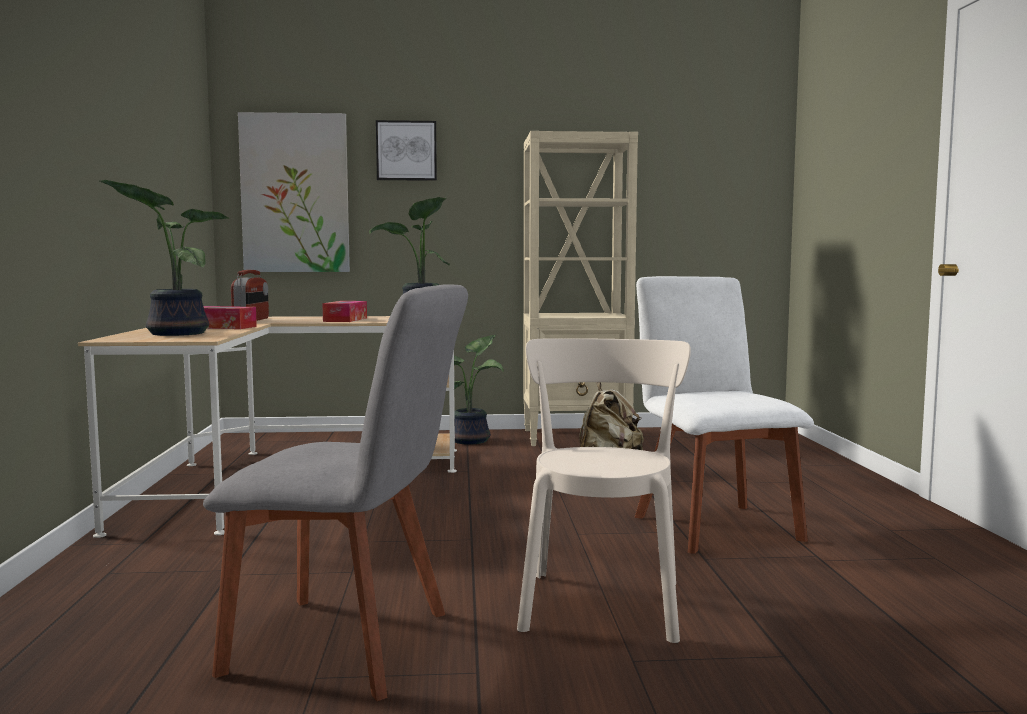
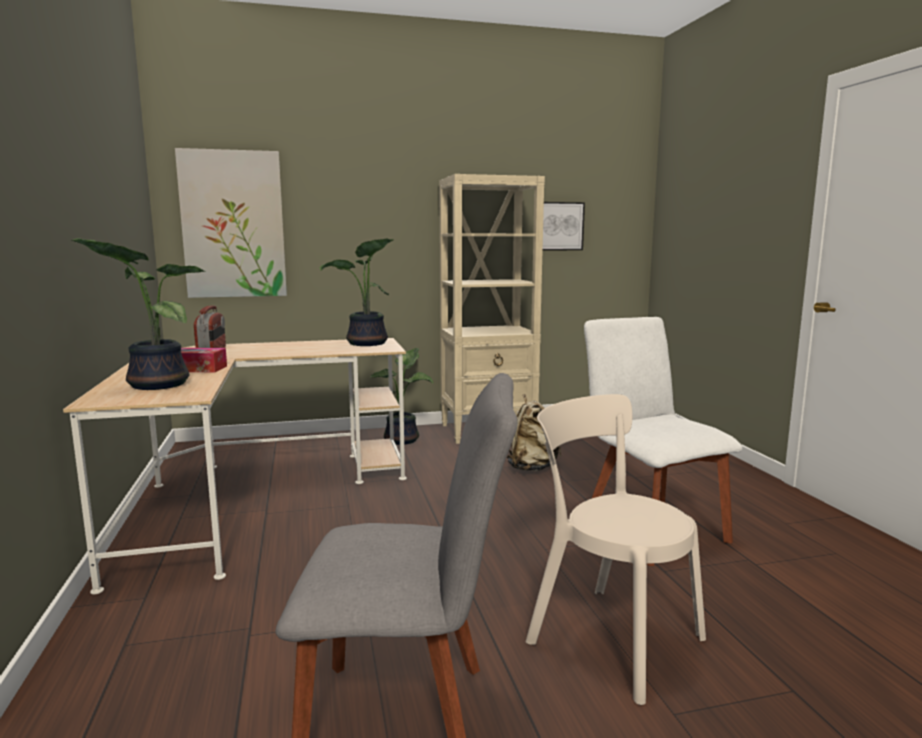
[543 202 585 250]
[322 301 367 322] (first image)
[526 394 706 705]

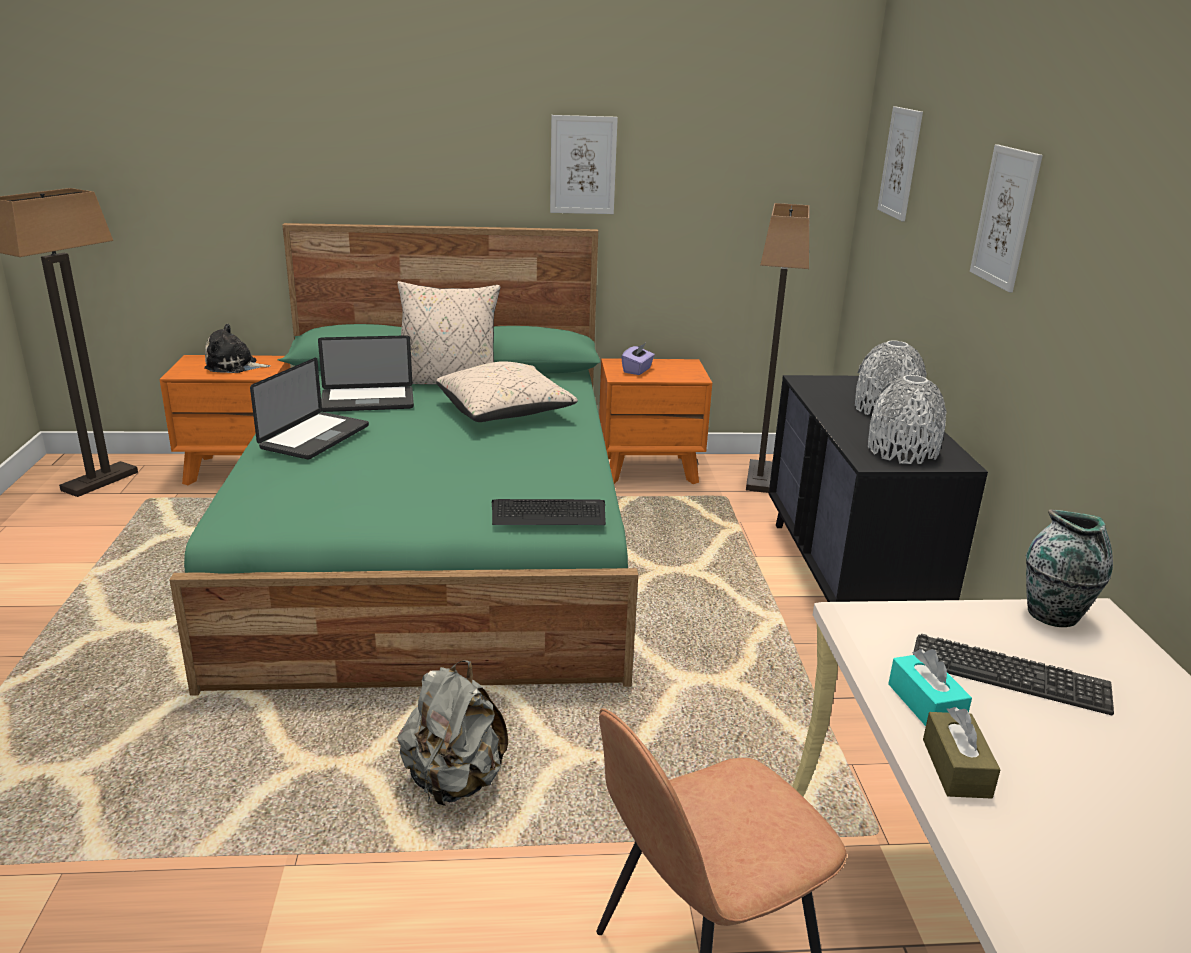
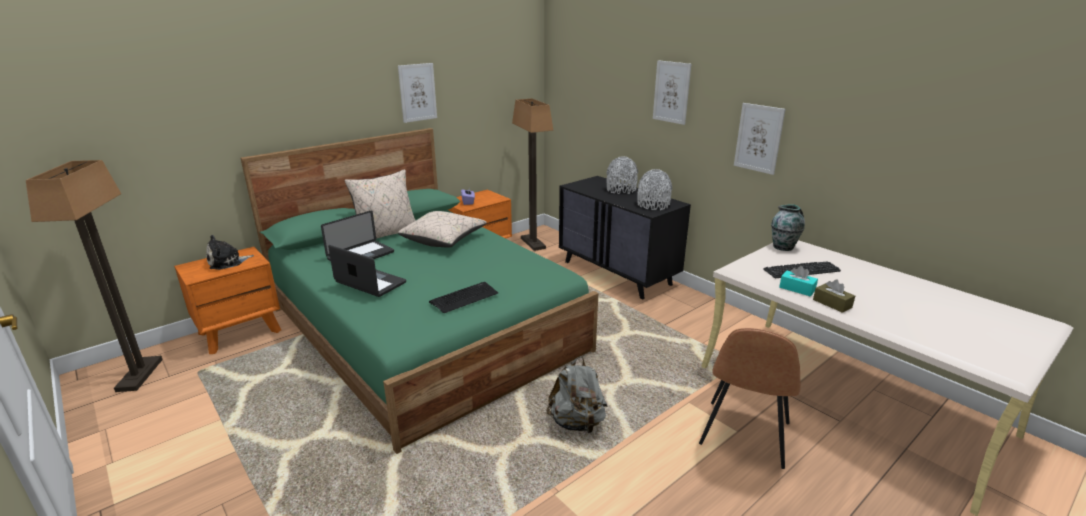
[734 103 786 175]
[328 245 406 297]
[429 282 498 313]

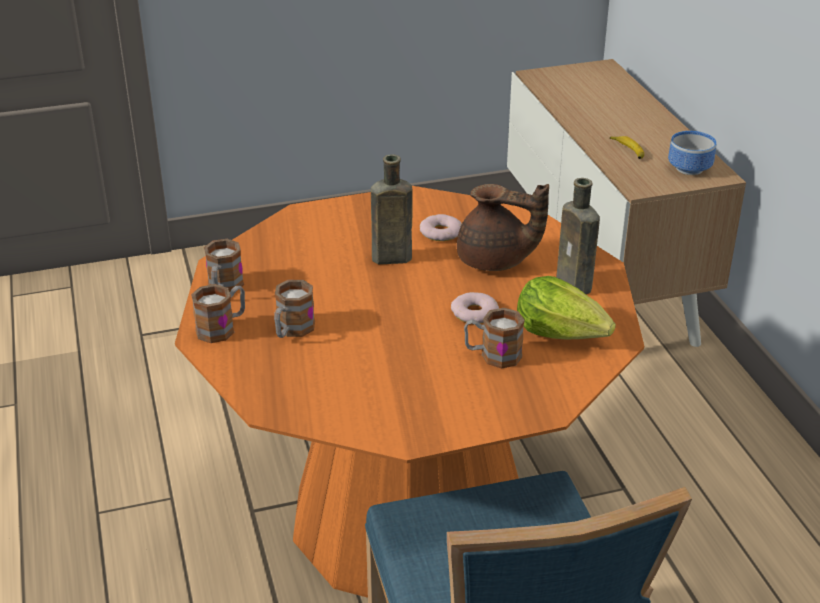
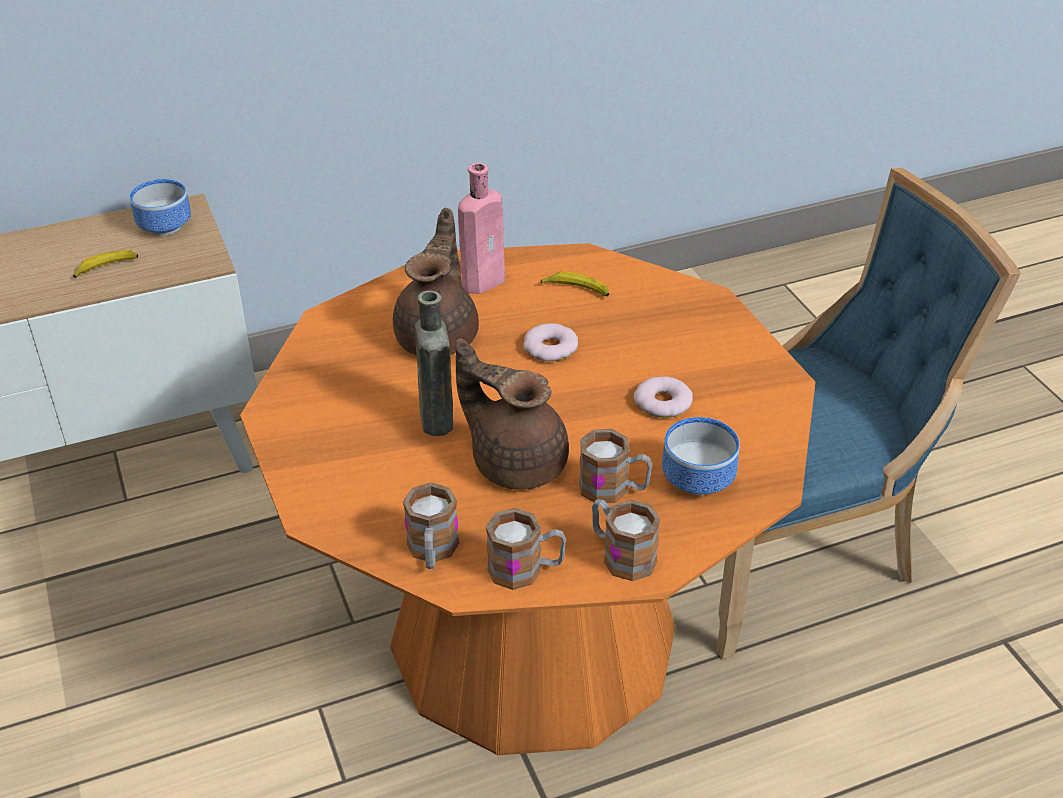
[458 163 505 294]
[634 376 693 418]
[541 271 609 297]
[403 482 459 569]
[455 338 569 490]
[662 417 740 495]

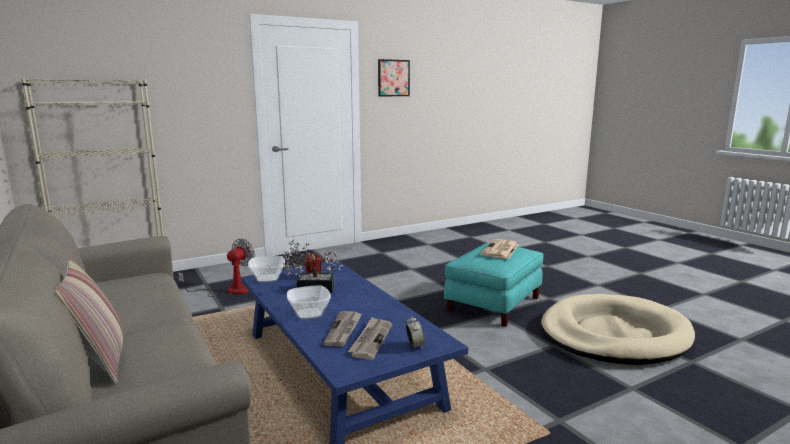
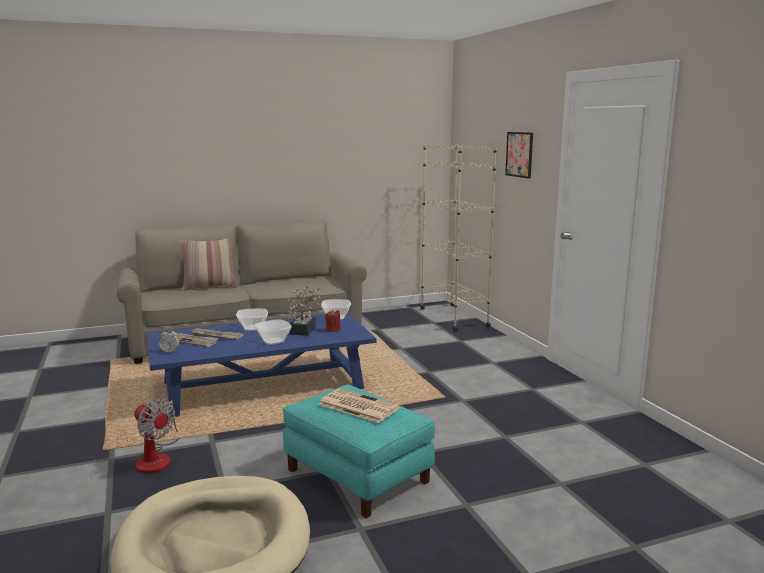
[505 132 533 179]
[135 398 179 474]
[255 319 291 345]

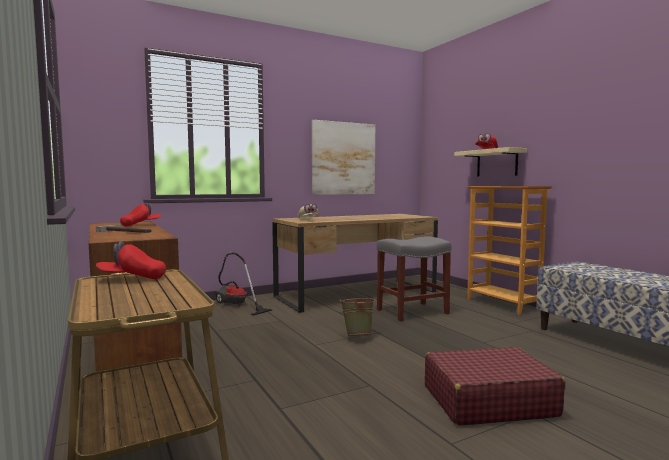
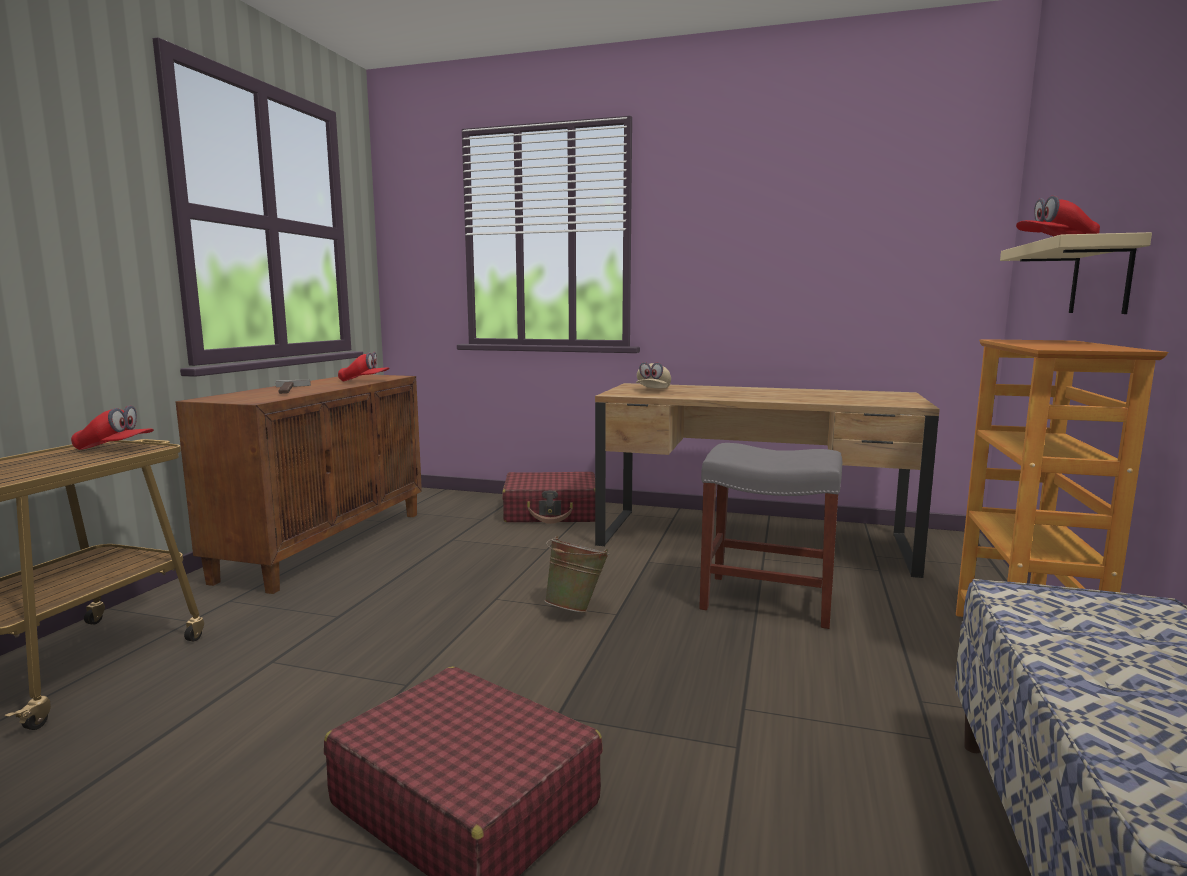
[312 120 375 195] (first image)
[71 405 154 450]
[502 472 595 524]

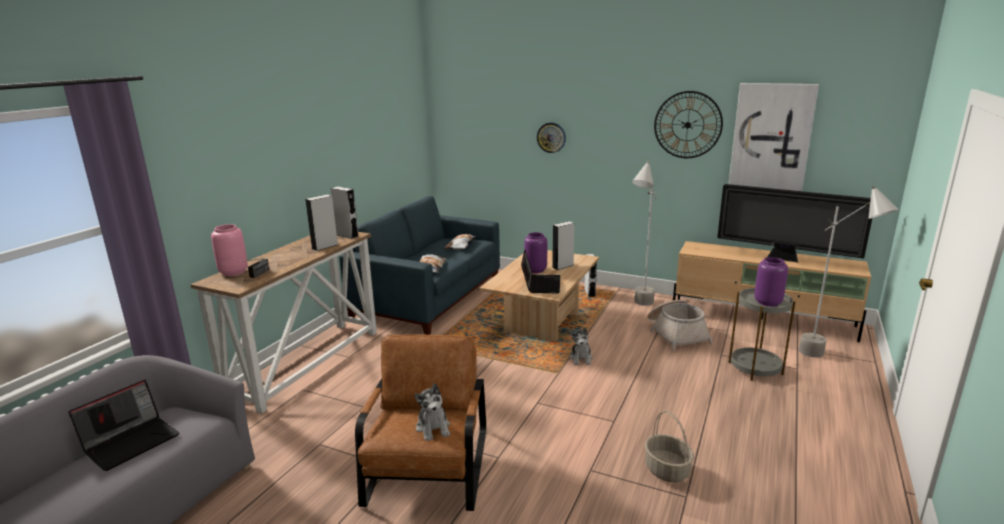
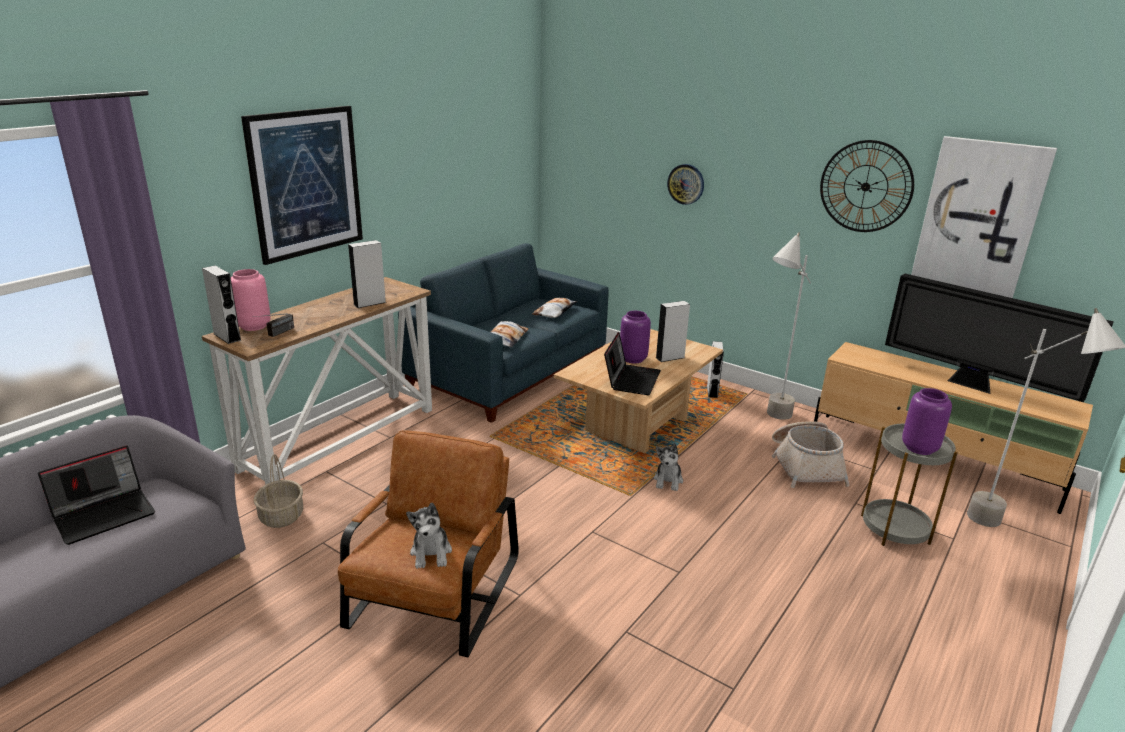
[202 266 241 344]
[254 454 303 528]
[241 106 363 265]

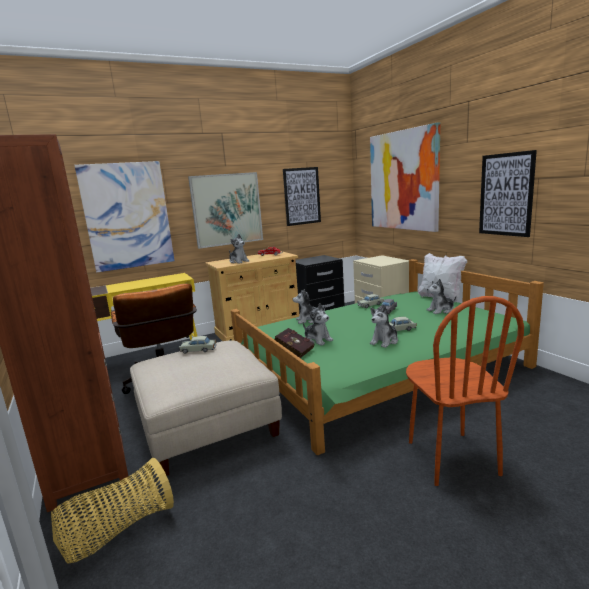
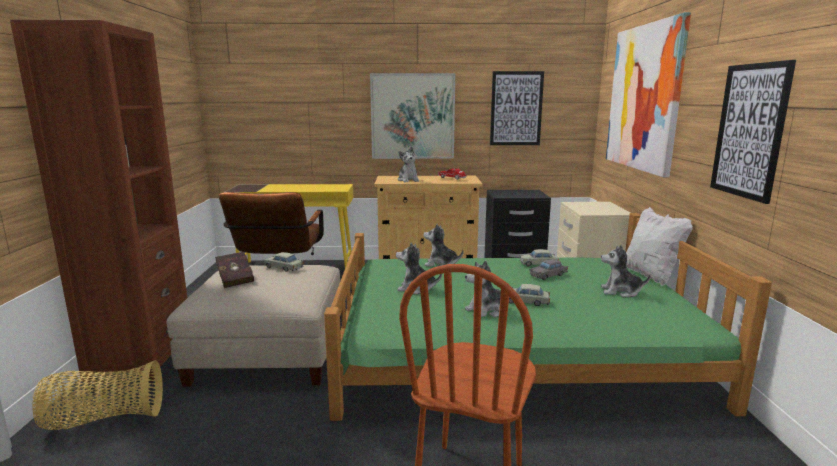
[74 161 175 272] (first image)
[396 242 442 294]
[215 252 254 288]

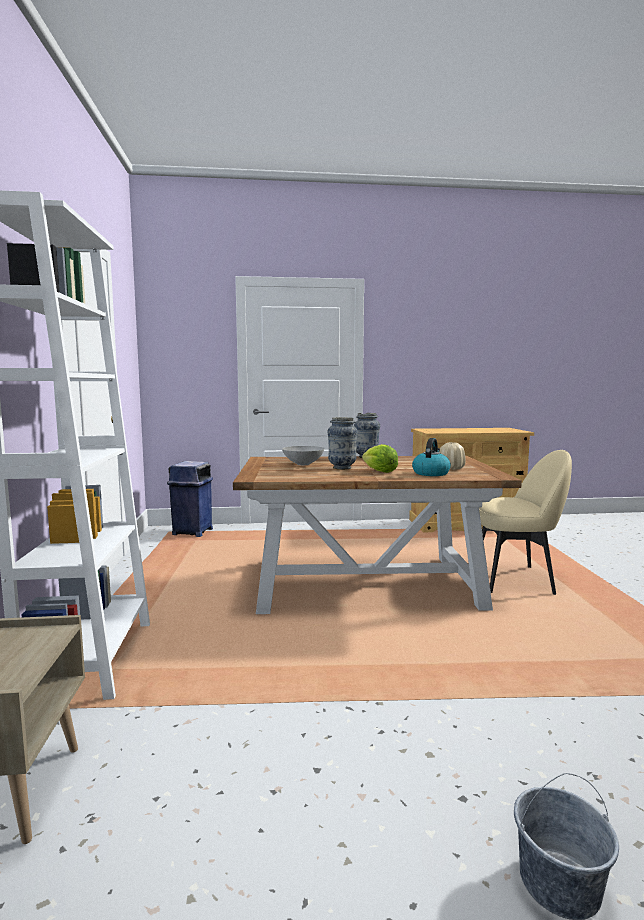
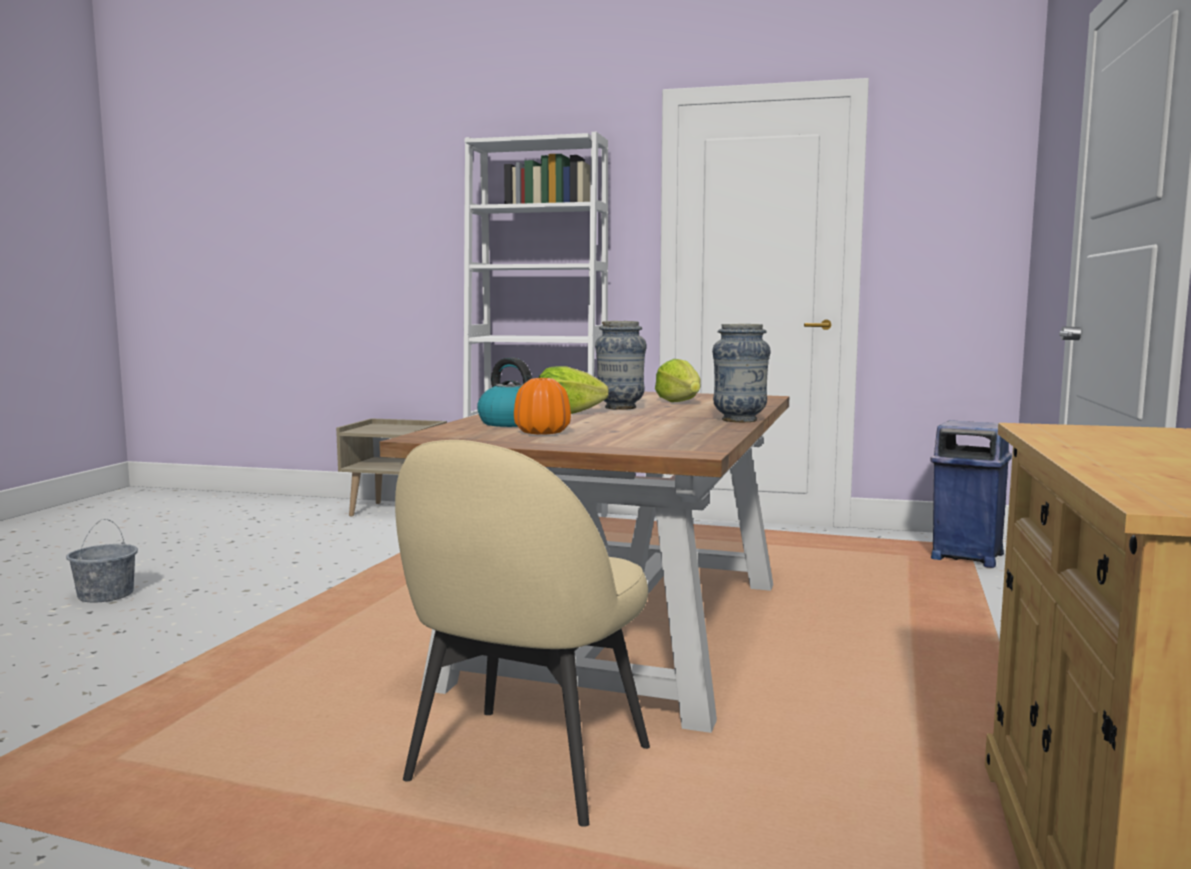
[514 378 571 435]
[655 359 701 402]

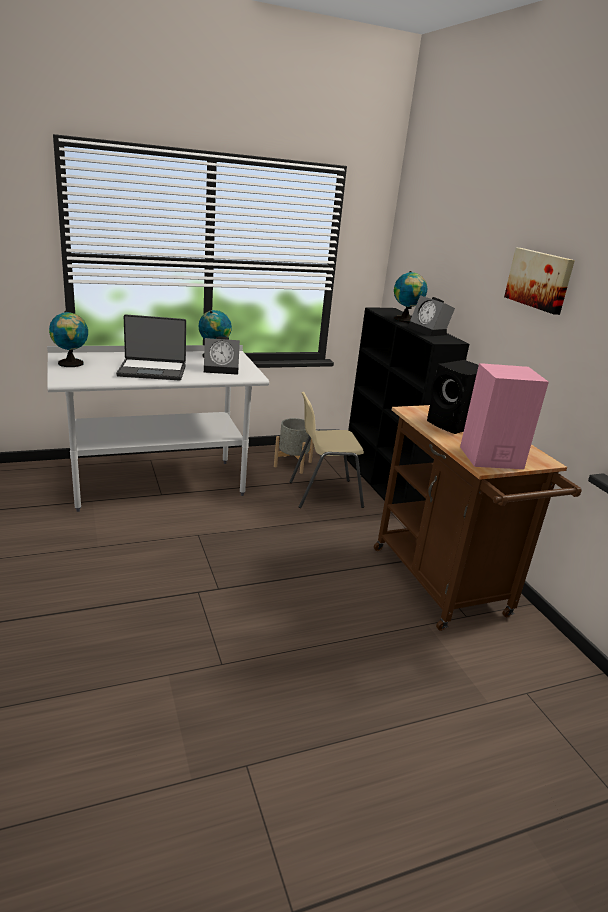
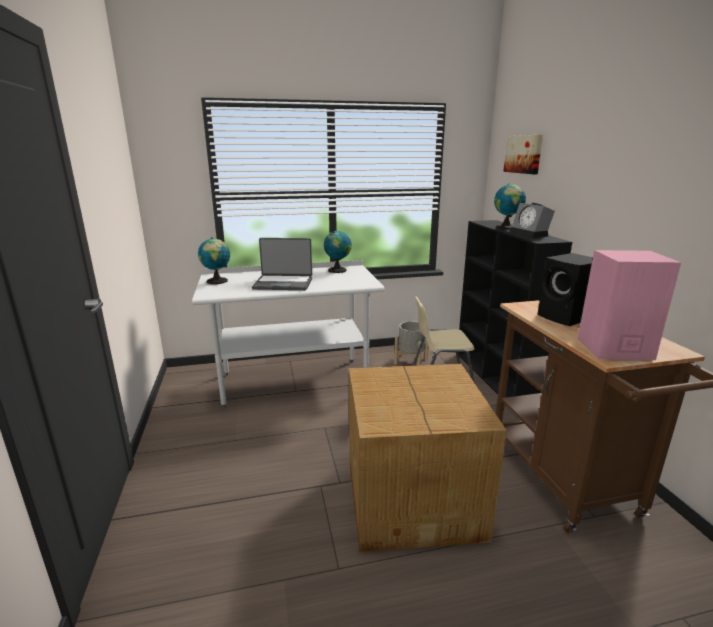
[503 135 543 174]
[204 337 240 375] (first image)
[349 364 507 552]

